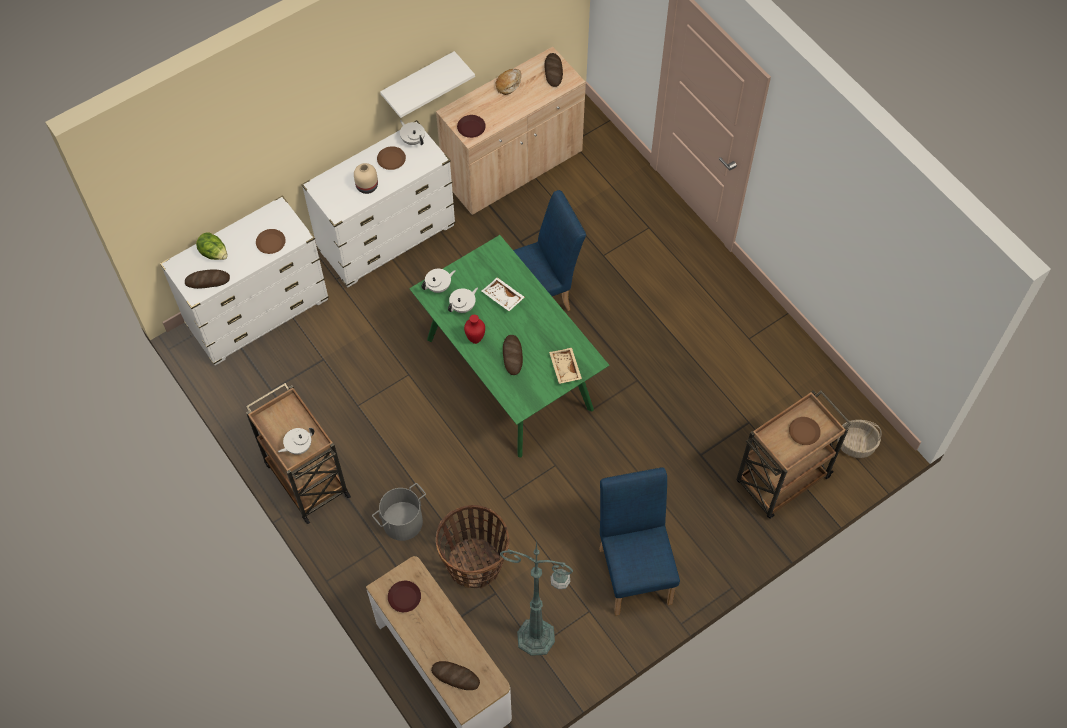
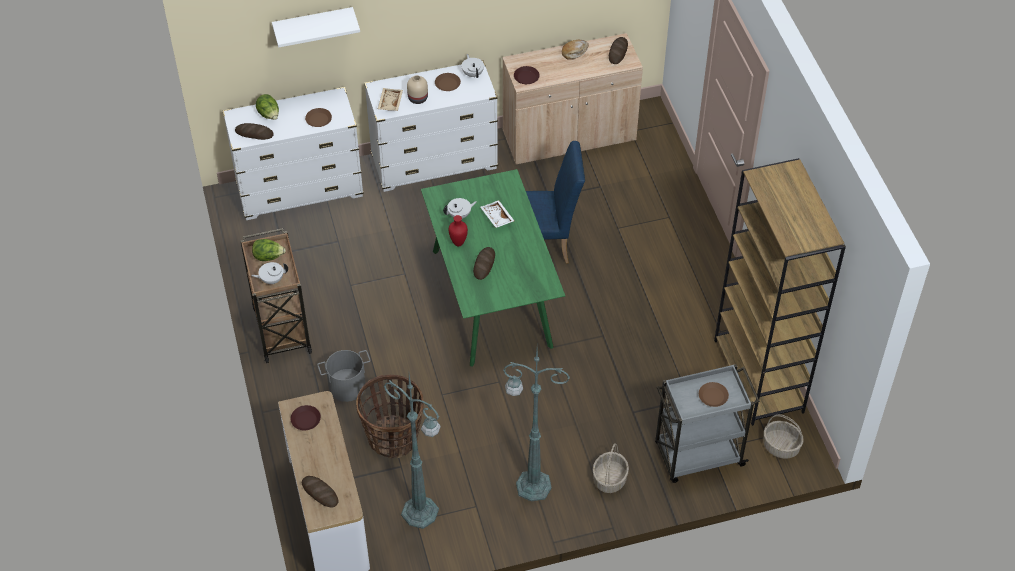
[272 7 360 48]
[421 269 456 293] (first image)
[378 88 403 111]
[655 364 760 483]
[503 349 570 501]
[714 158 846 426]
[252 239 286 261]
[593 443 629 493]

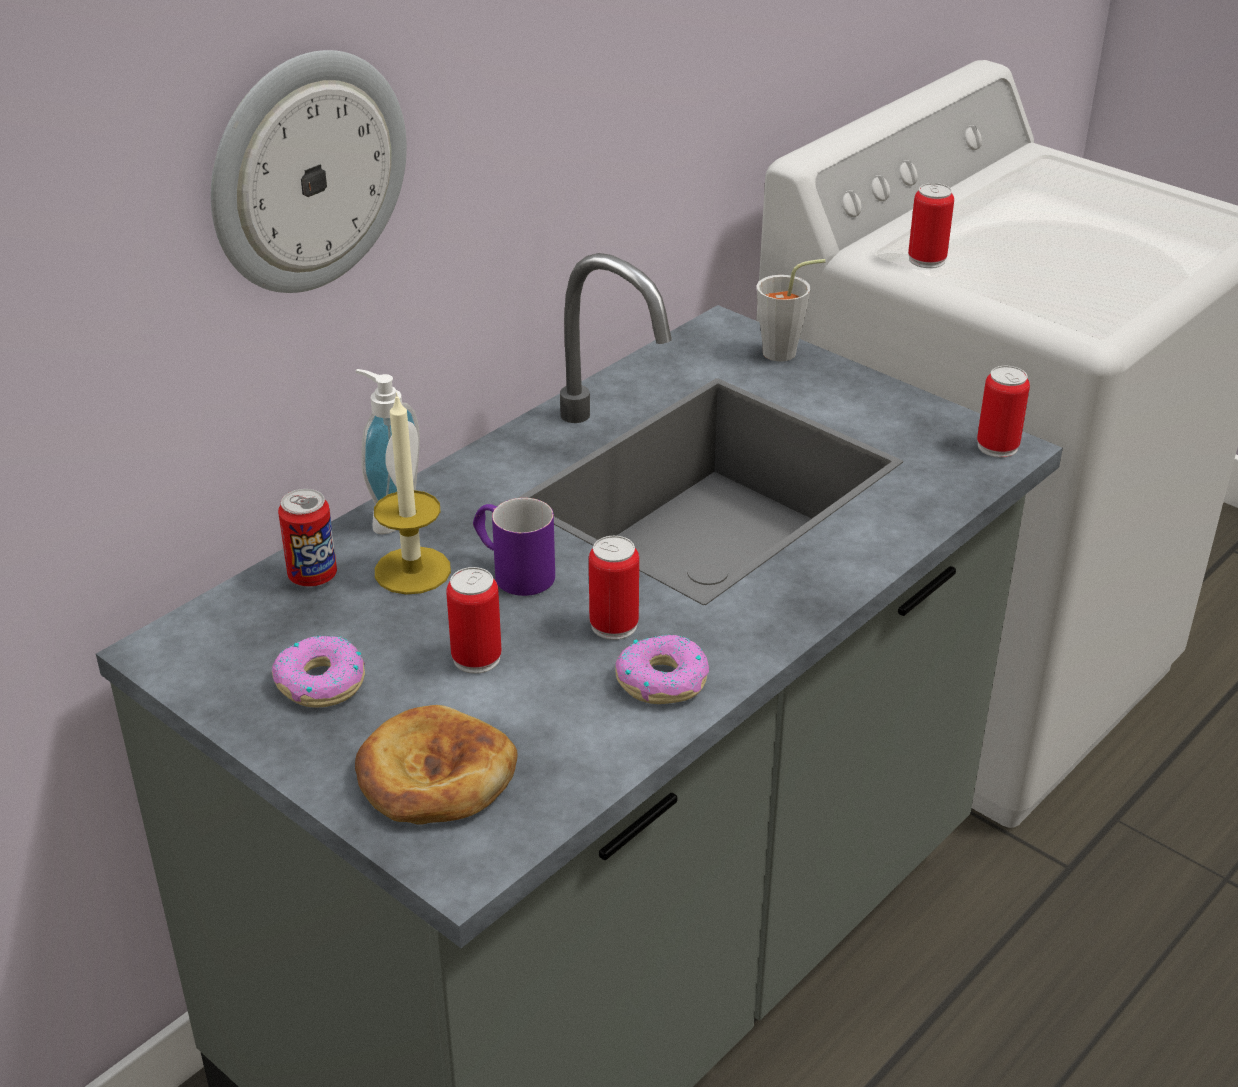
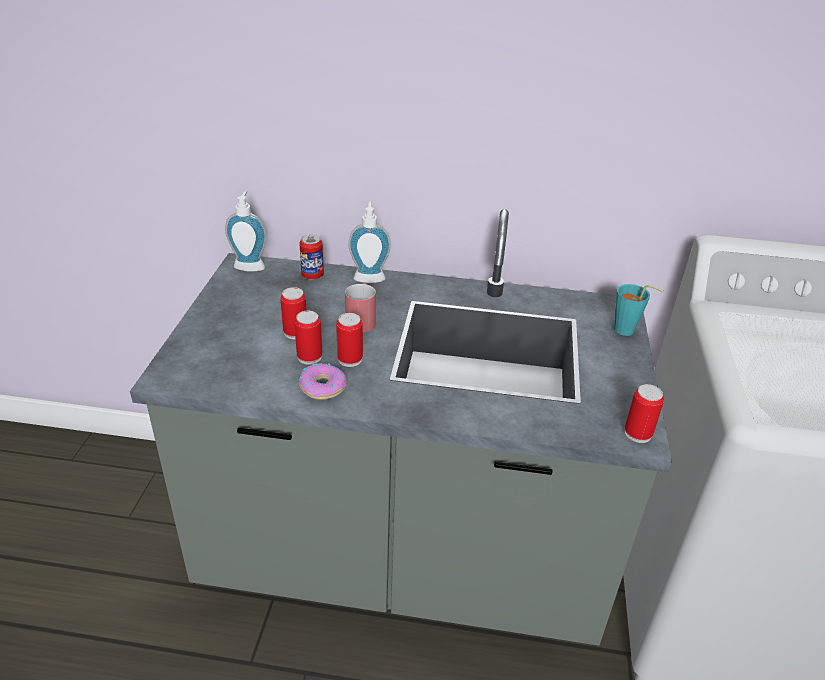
[211 50 407 293] (first image)
[294 311 322 365]
[614 284 664 336]
[374 393 451 595] (first image)
[345 283 376 333]
[272 635 365 707] (first image)
[355 705 517 824] (first image)
[225 191 267 272]

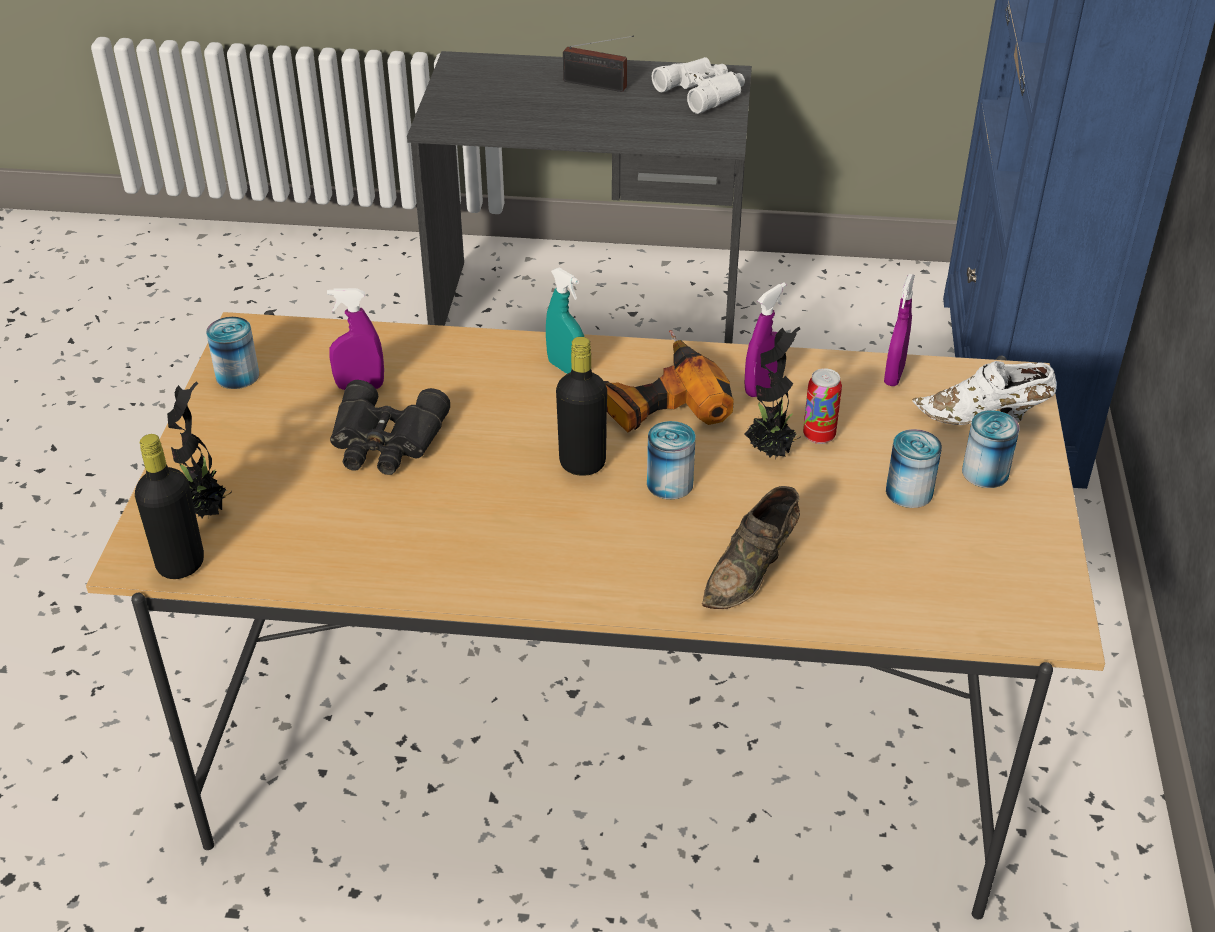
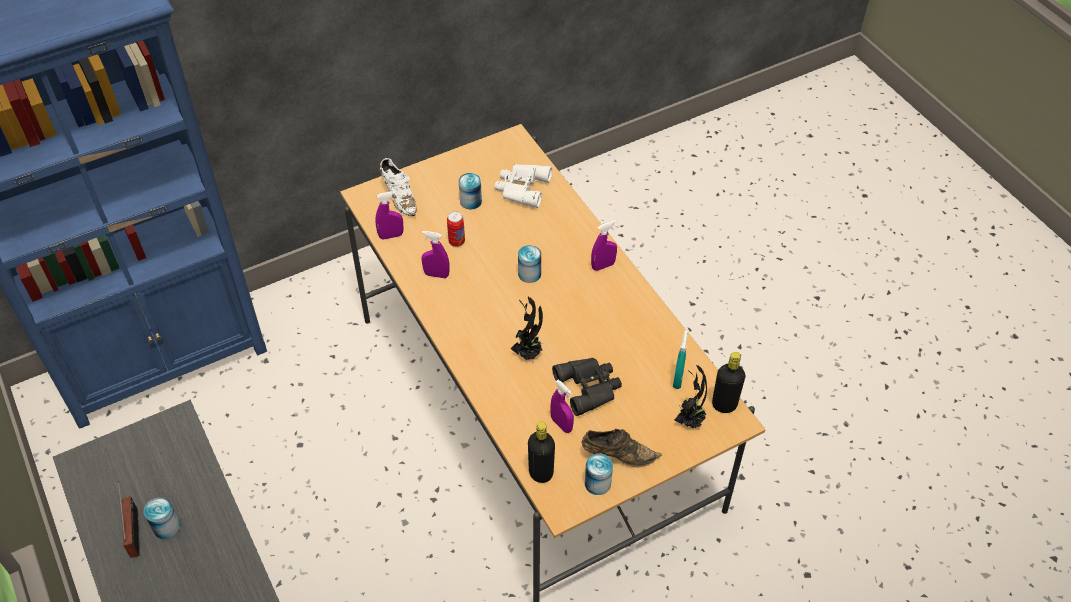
[494 164 552 208]
[673 330 688 389]
[511 297 543 360]
[604 330 734 433] (first image)
[528 421 555 483]
[144 497 181 539]
[582 429 662 467]
[591 220 617 271]

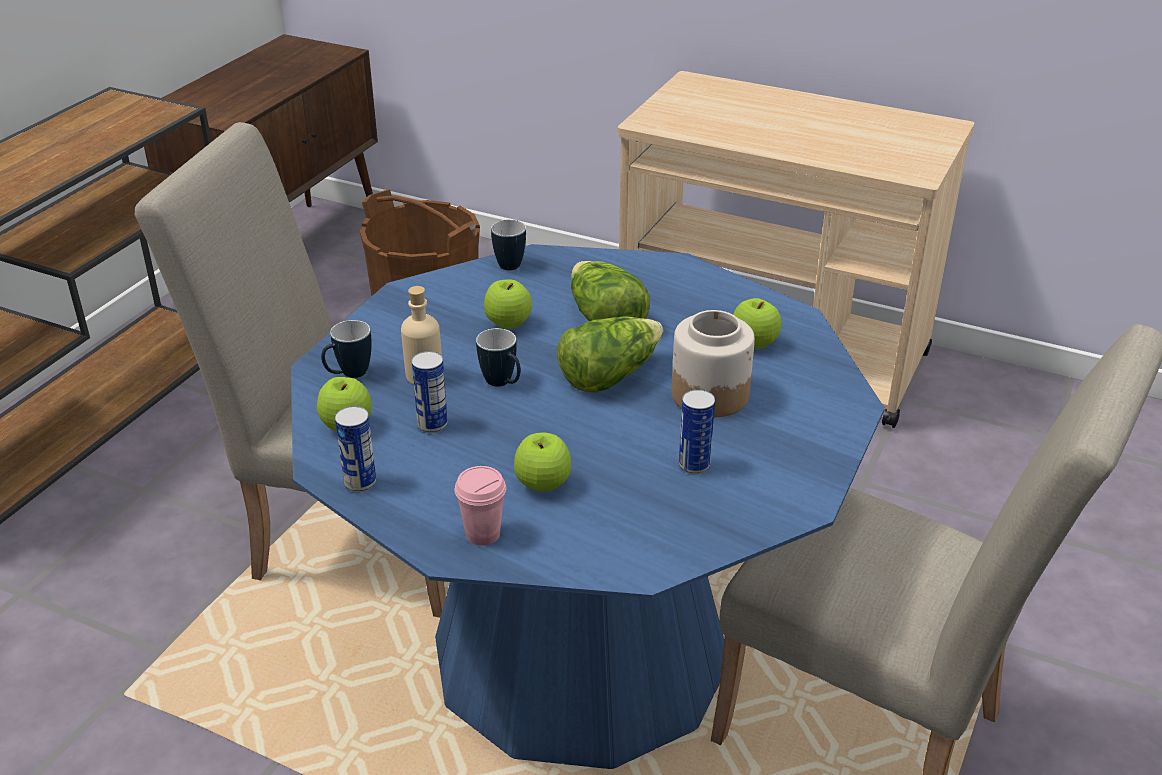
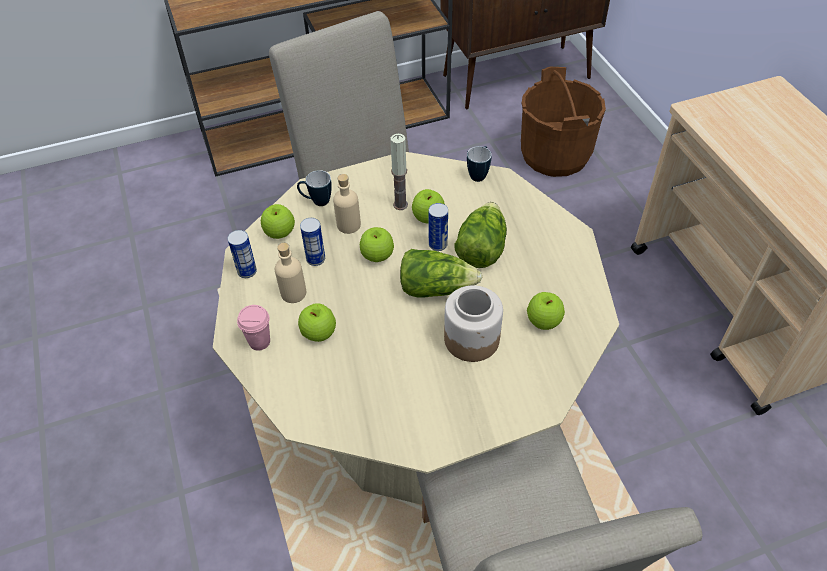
[213 152 619 505]
[360 227 394 262]
[429 203 448 251]
[390 134 408 210]
[275 243 306 303]

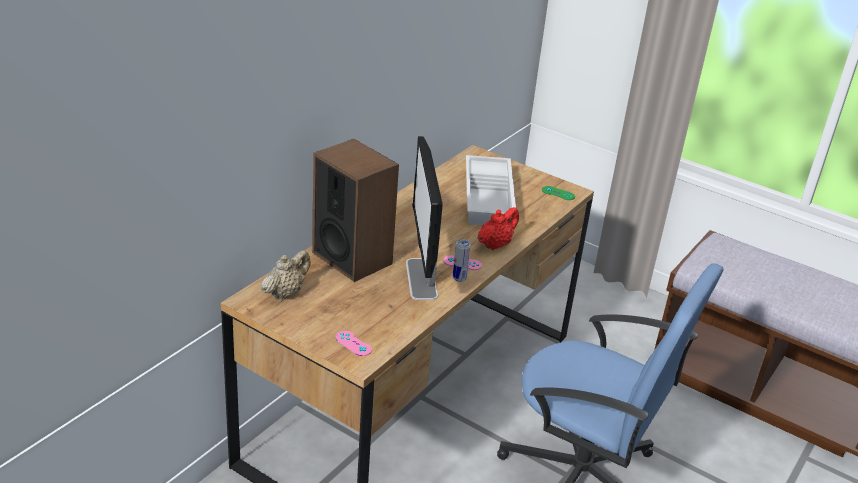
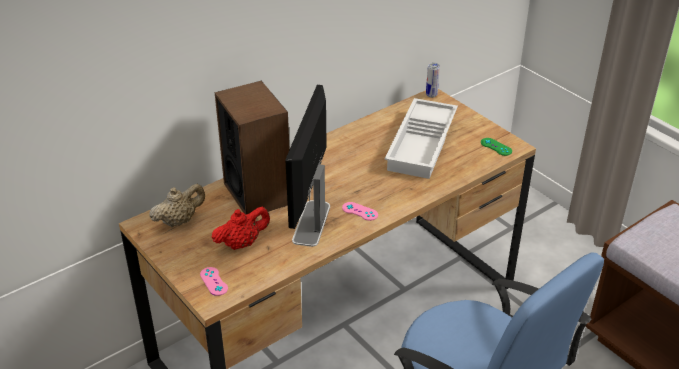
[212 207 270 250]
[426 63 440 98]

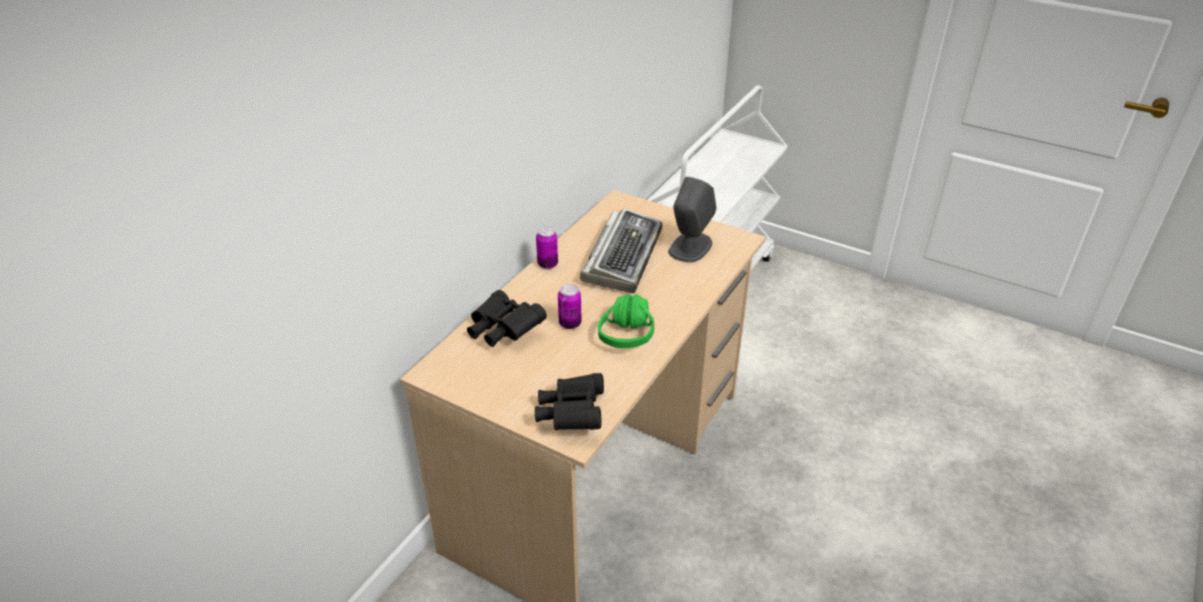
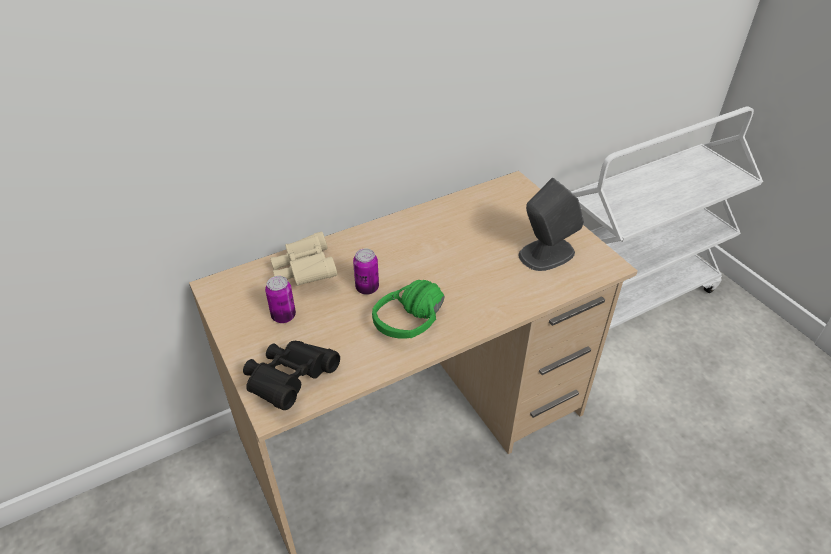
[580 208 662 293] (first image)
[265 276 296 323]
[270 232 337 286]

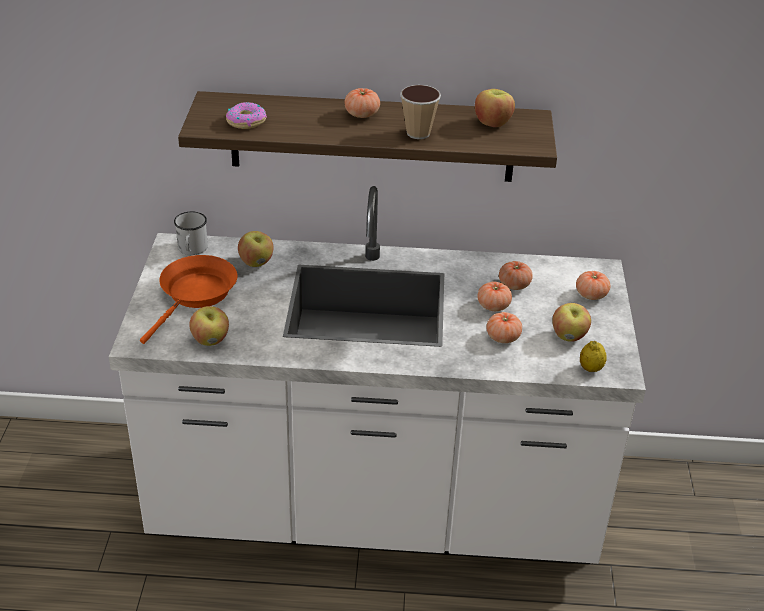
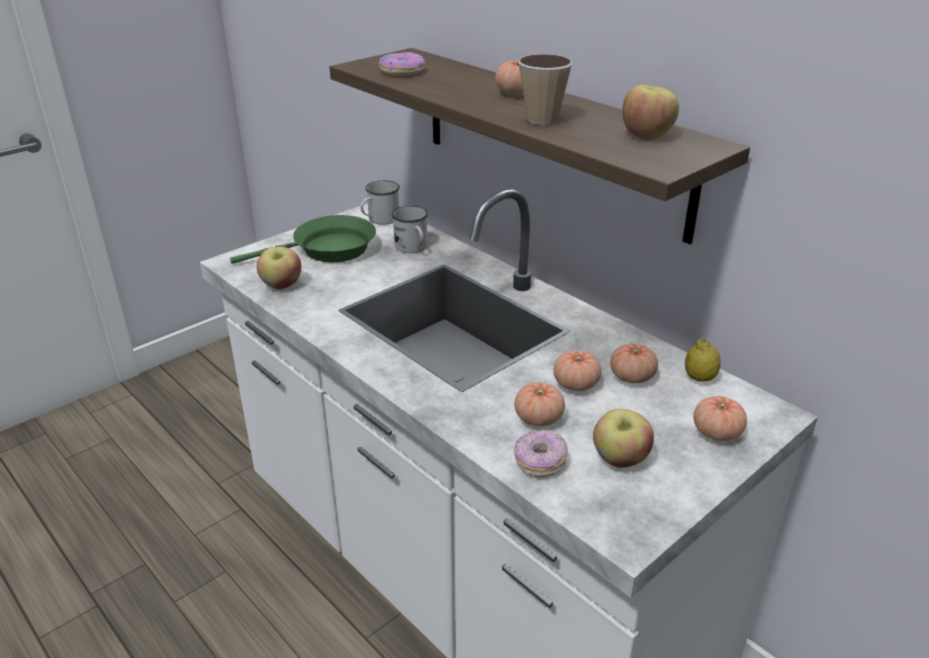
[392 206 428 253]
[230 215 376 264]
[685 339 721 382]
[514 430 568 477]

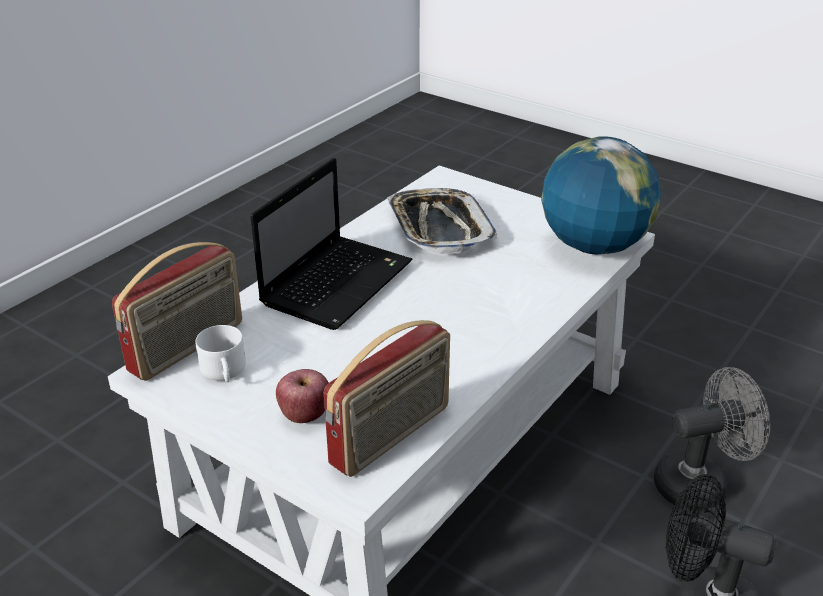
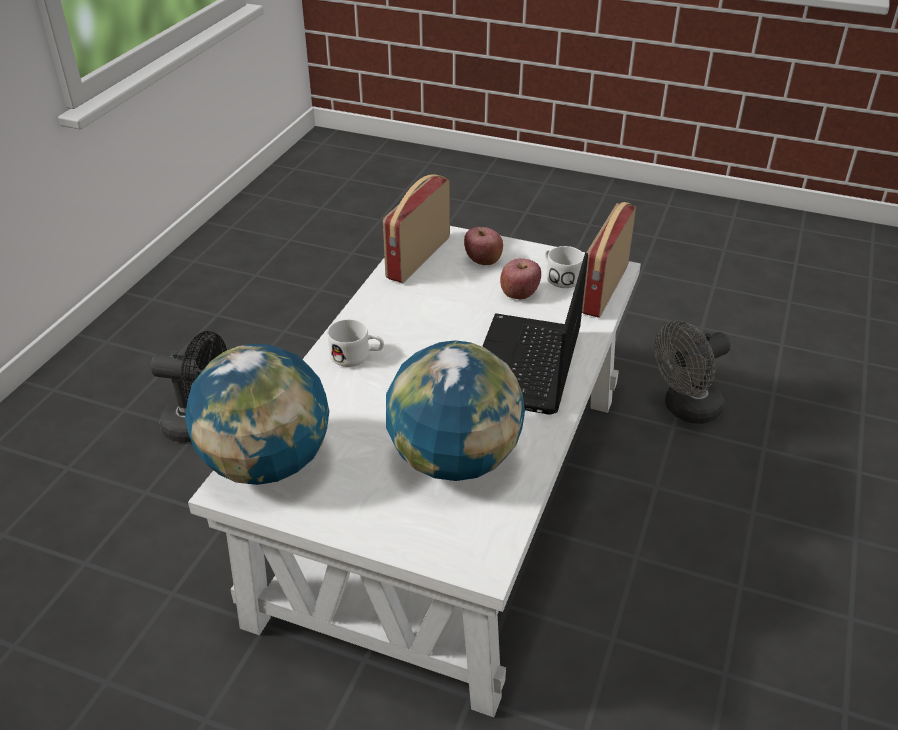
[386 340 525 481]
[654 321 731 424]
[500 258 541 299]
[328 319 384 367]

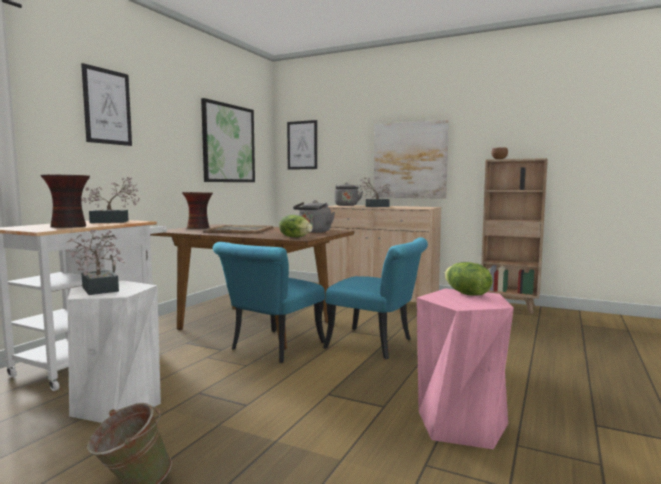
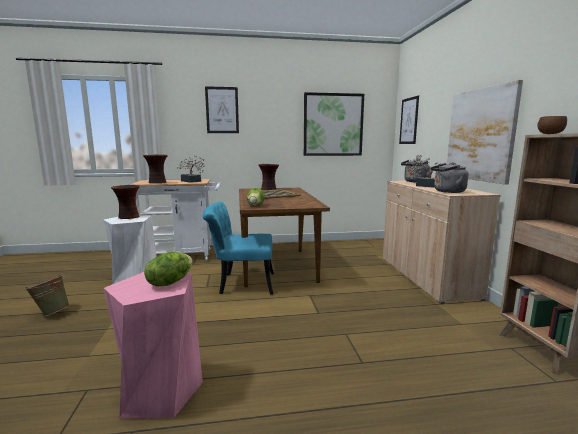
[430 162 468 193]
[111 185 140 219]
[323 237 428 359] (first image)

